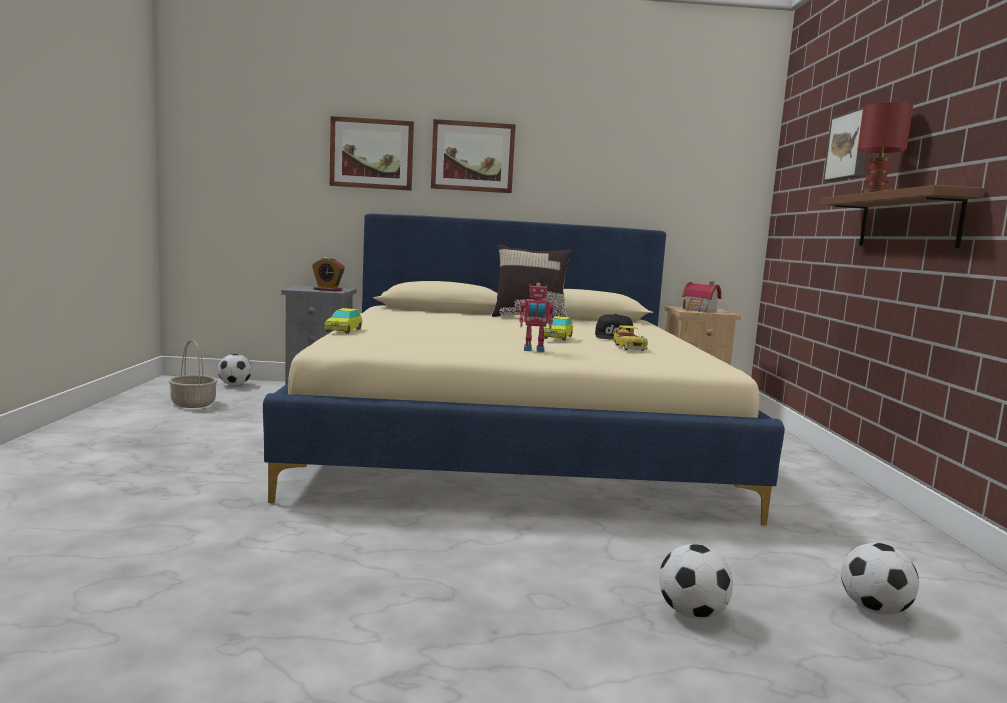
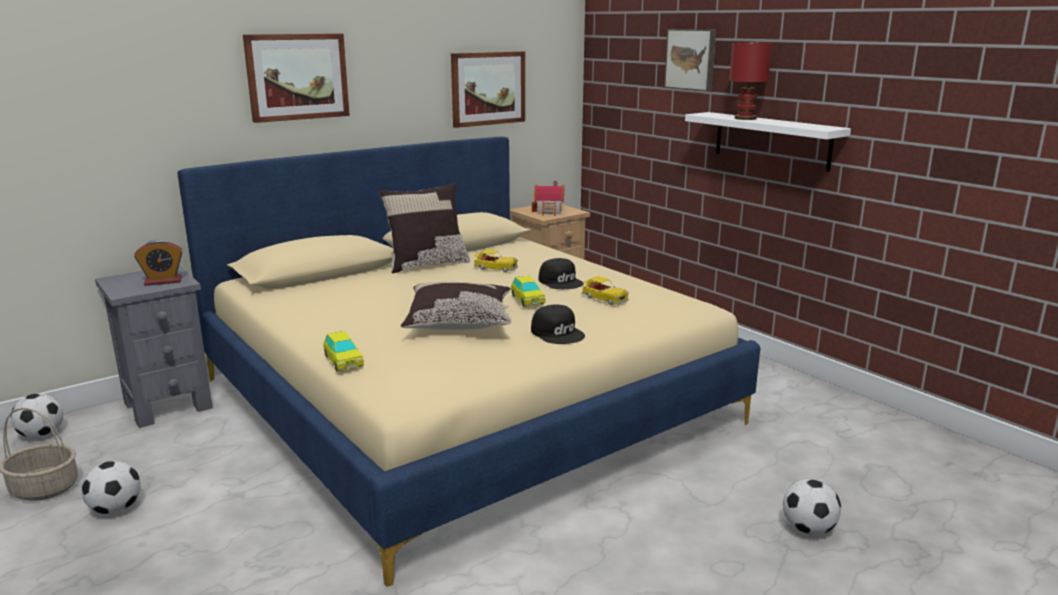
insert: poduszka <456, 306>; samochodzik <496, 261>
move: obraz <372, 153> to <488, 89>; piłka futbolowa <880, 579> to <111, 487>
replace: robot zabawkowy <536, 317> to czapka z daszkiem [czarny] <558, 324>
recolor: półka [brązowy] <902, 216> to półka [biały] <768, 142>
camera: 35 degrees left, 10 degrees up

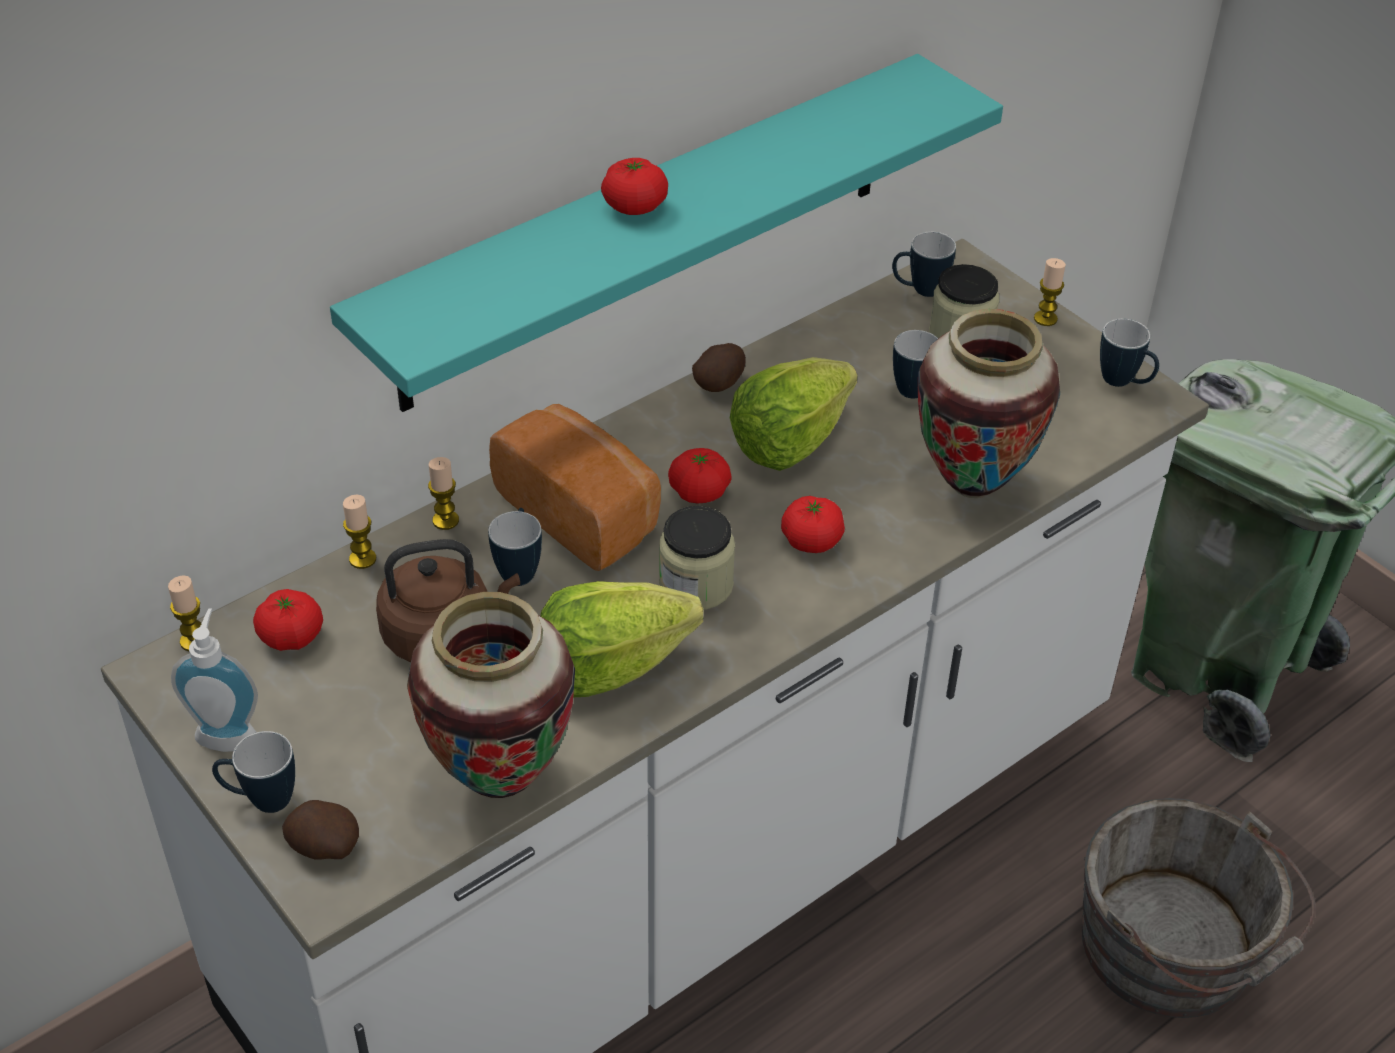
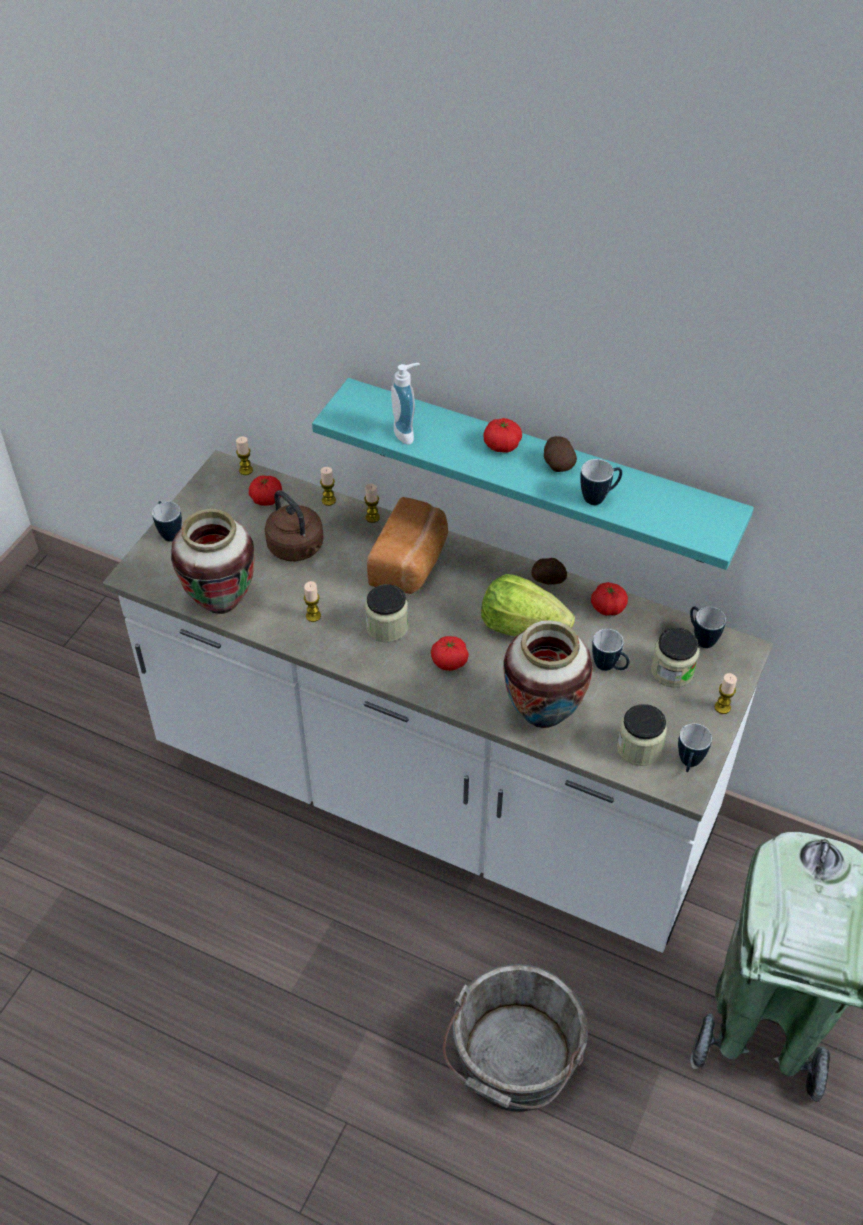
insert: słoik <642, 735>
move: dozownik mydła <214, 680> to <405, 403>; ziemniak <320, 830> to <560, 454>; kubek <515, 547> to <601, 482>; pomidor <700, 476> to <609, 599>
replace: sałata <621, 639> to świeca <312, 601>
camera: 65 degrees right, 5 degrees up

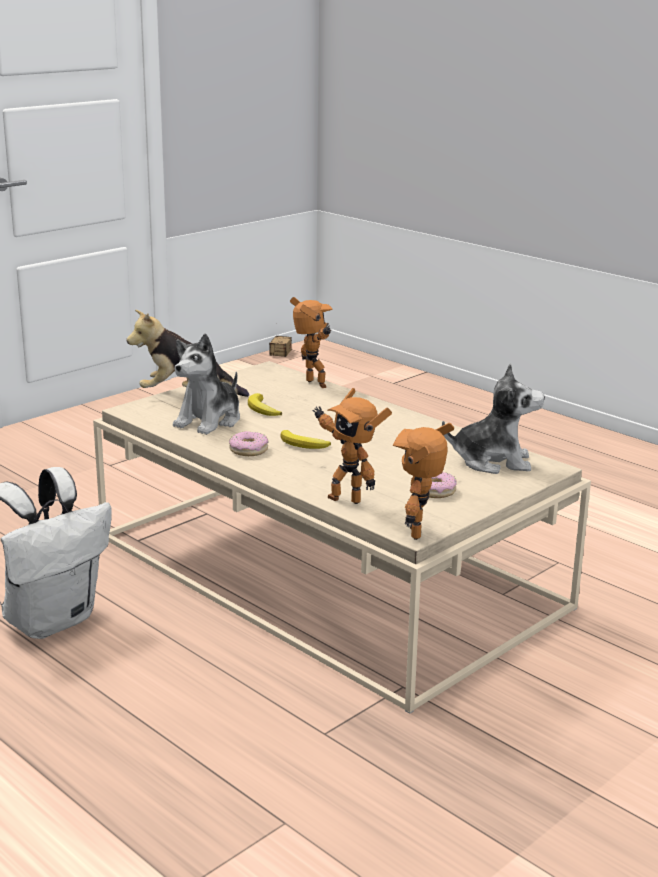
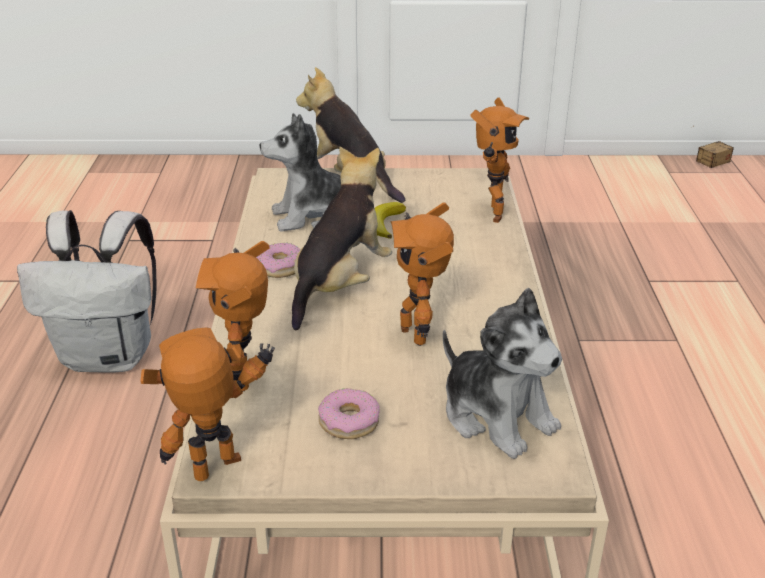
insert: robot zabawkowy <422, 274>
replace: banan <306, 439> to pluszak <342, 238>
camera: 45 degrees right, 10 degrees up

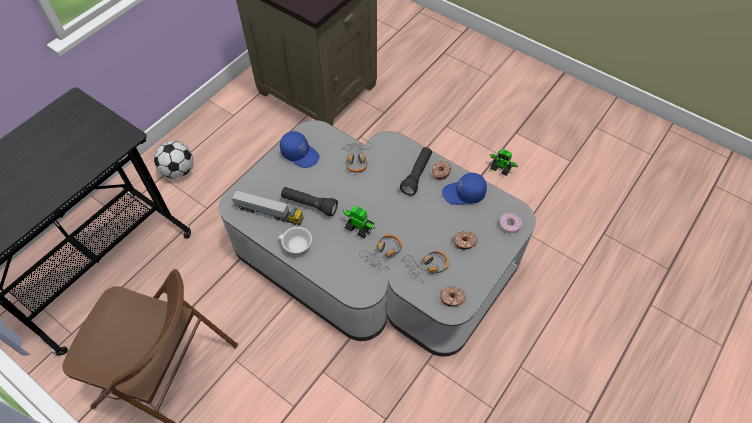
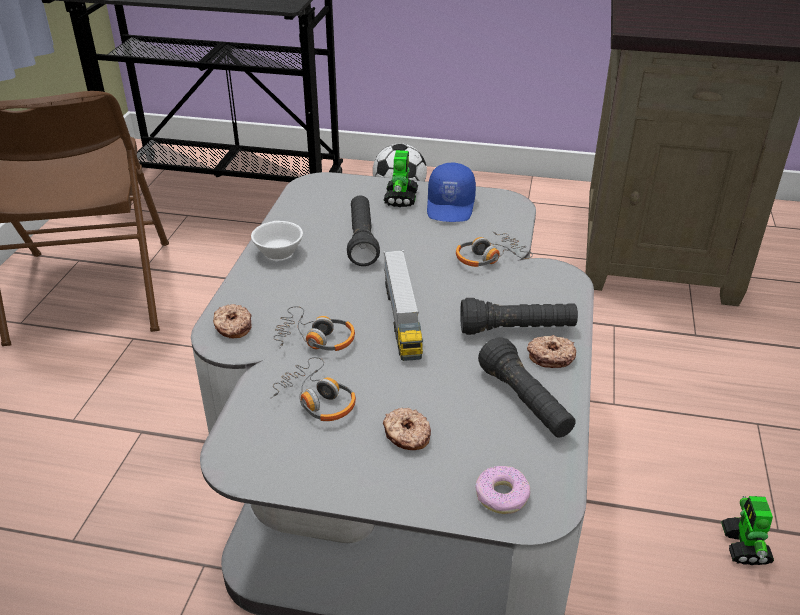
move: ciężarówka zabawkowa <267, 207> to <403, 305>; robot zabawkowy <359, 222> to <401, 178>; donut <453, 296> to <232, 321>
replace: czapka z daszkiem [niebieski] <464, 188> to latarka [czarny] <526, 387>
camera: 65 degrees right, 20 degrees down

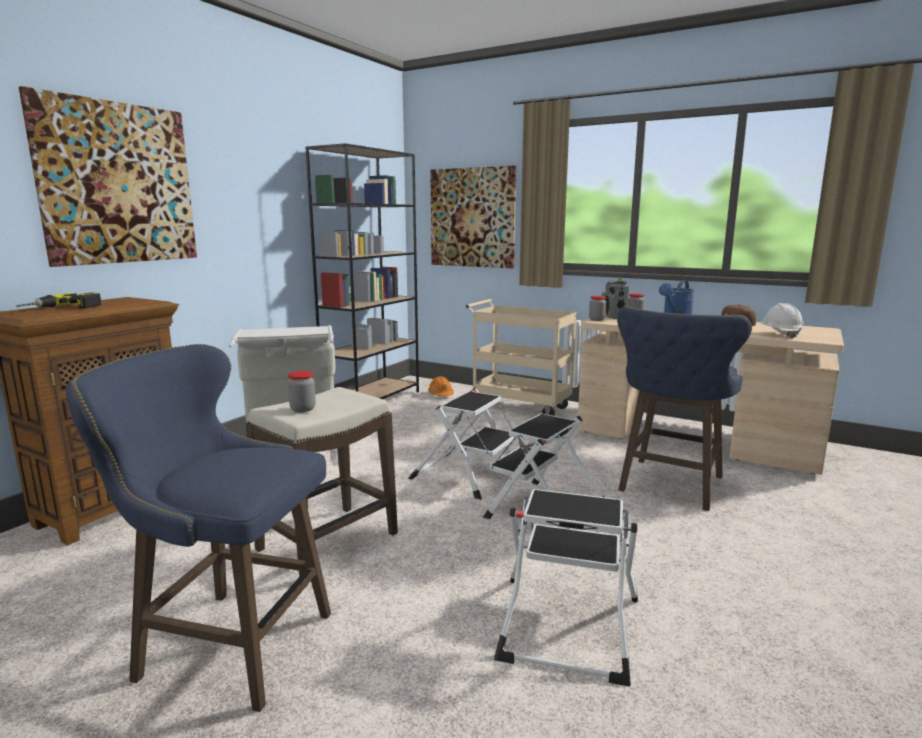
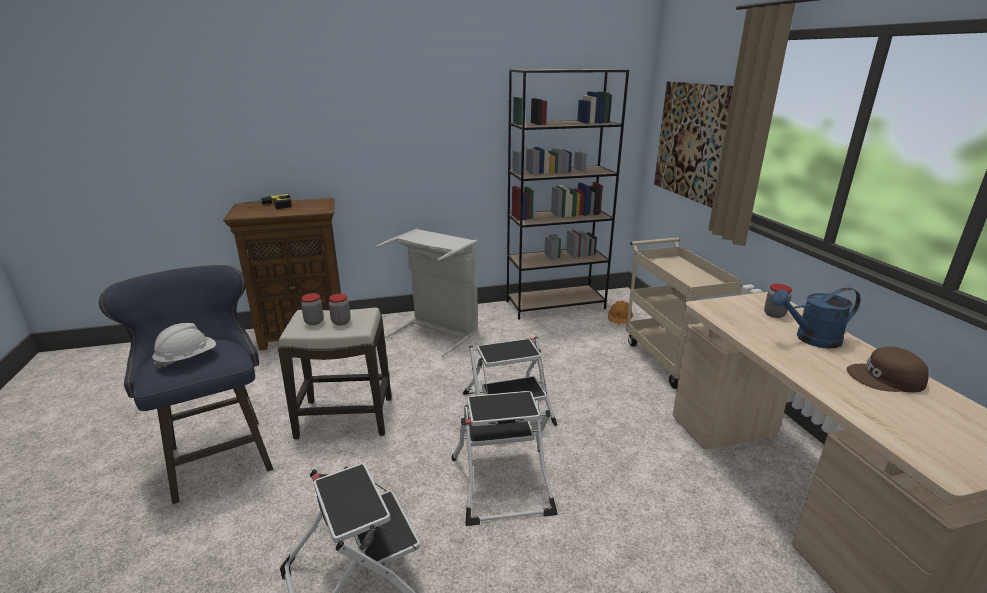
delete: obraz <108, 176>; radio <615, 298>; stołek [niebieski] <684, 408>
move: słoik <597, 308> to <340, 309>; kask [biały] <782, 321> to <184, 346>
camera: 45 degrees right, 10 degrees up

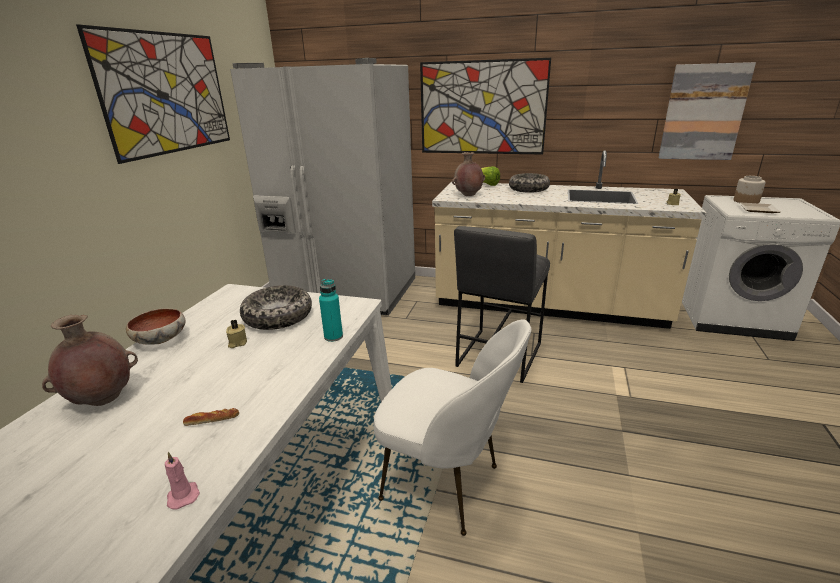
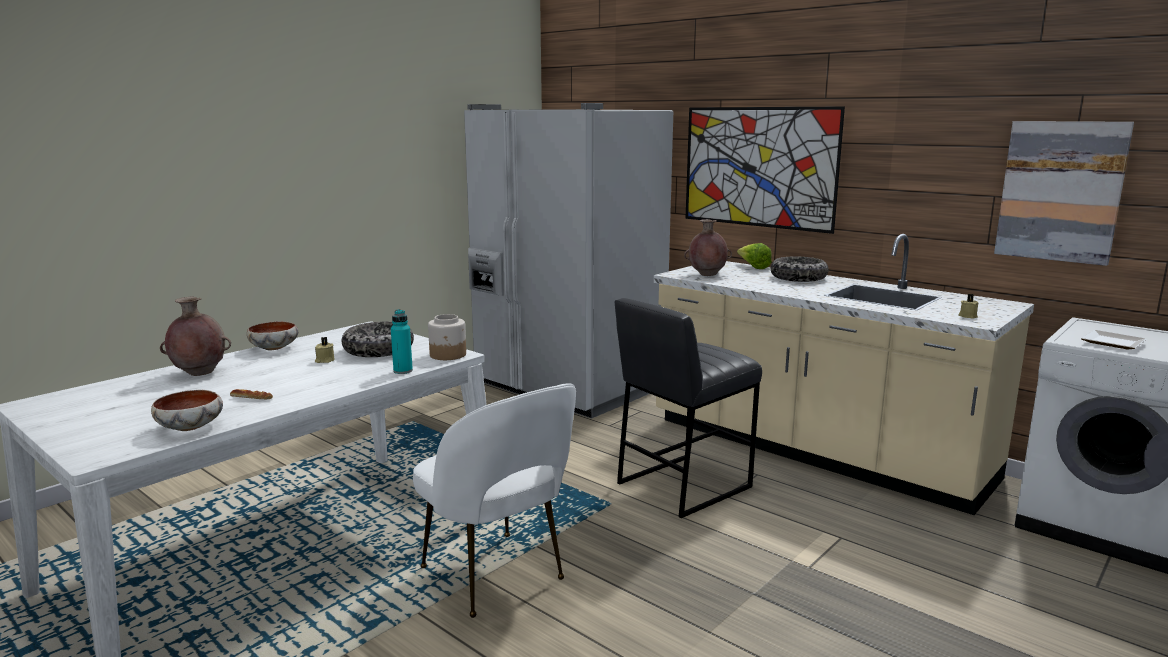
delete: obraz <153, 94>
move: słoik <750, 189> to <447, 337>
replace: świeca [różowy] <182, 480> to miska <187, 410>
camera: 25 degrees right, 10 degrees down

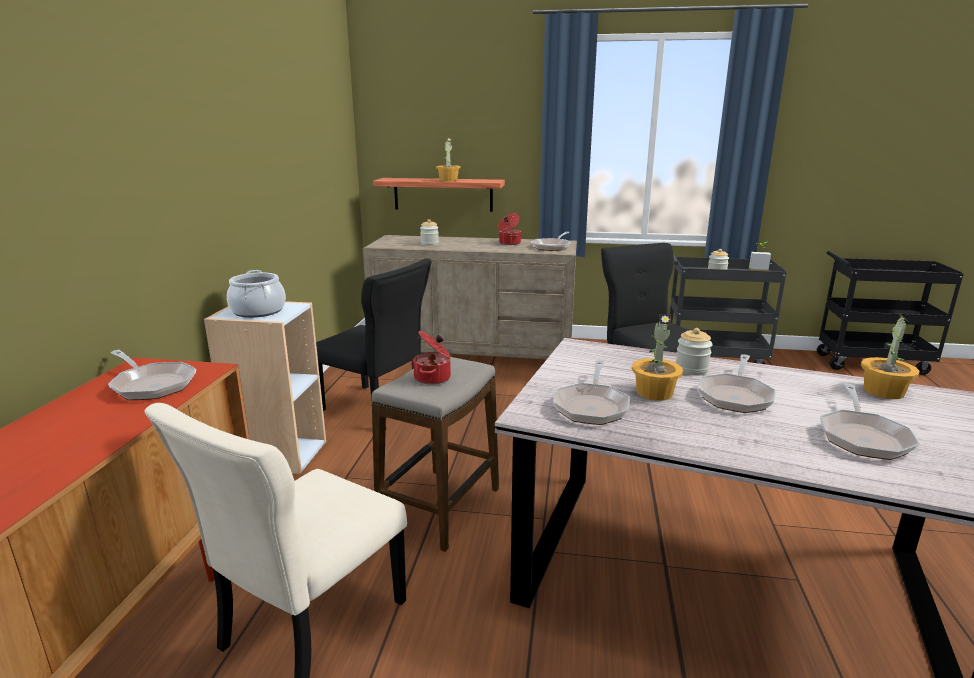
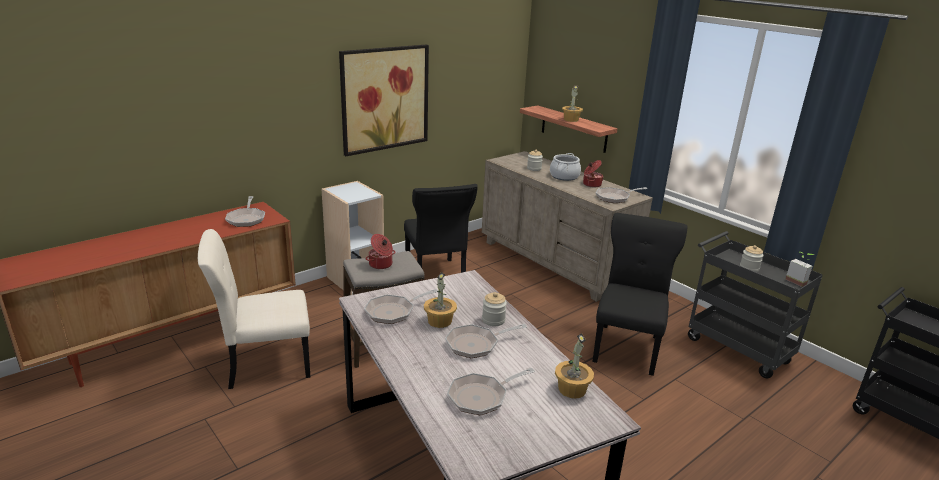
insert: obraz <384, 100>
move: garnek <256, 294> to <565, 167>
camera: 40 degrees right, 5 degrees up

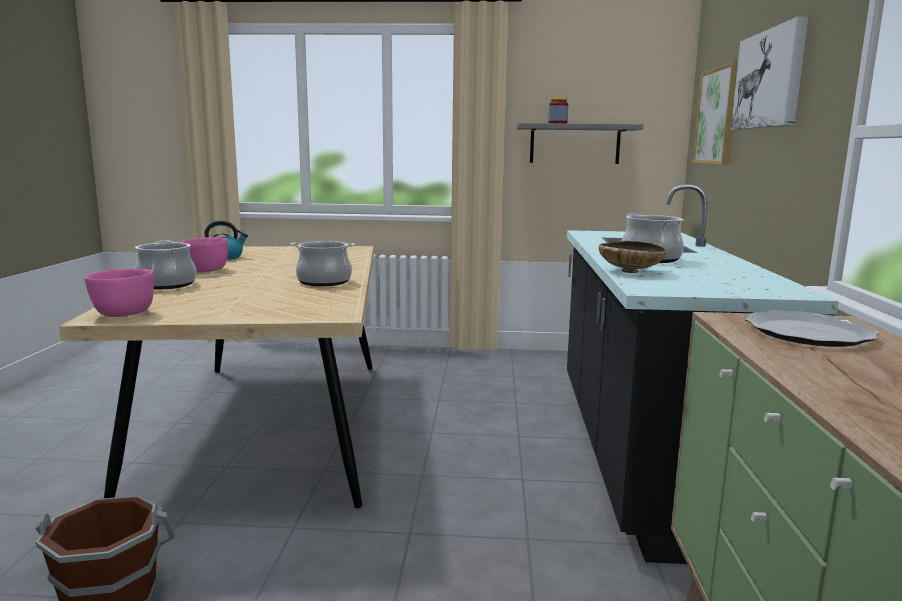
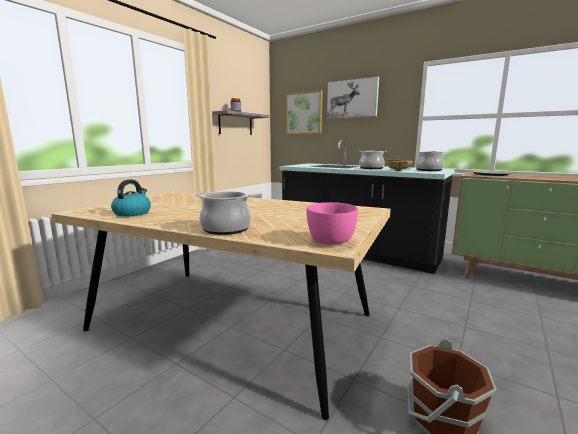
delete: miska [różowy] <204, 254>
move: garnek <323, 263> to <429, 161>
camera: 60 degrees left, 0 degrees up

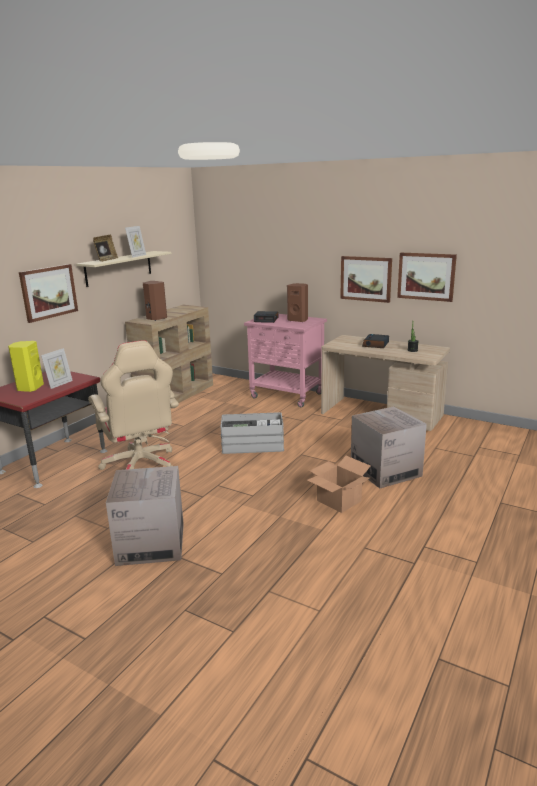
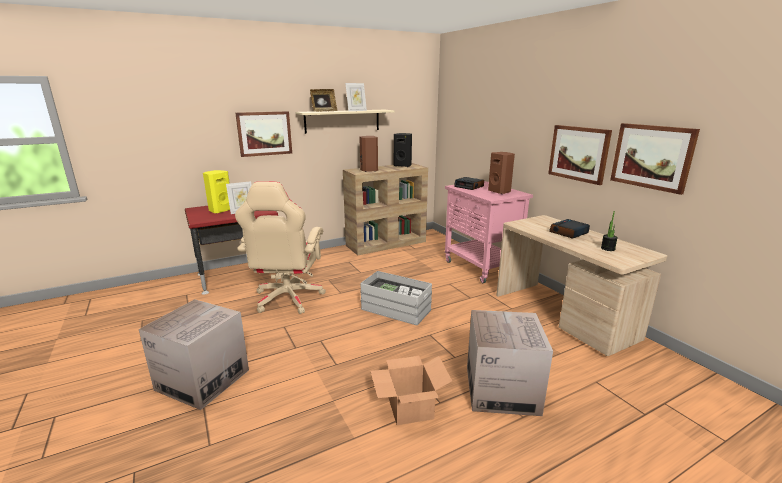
insert: głośnik [czarny] <403, 150>
camera: 30 degrees right, 0 degrees up

